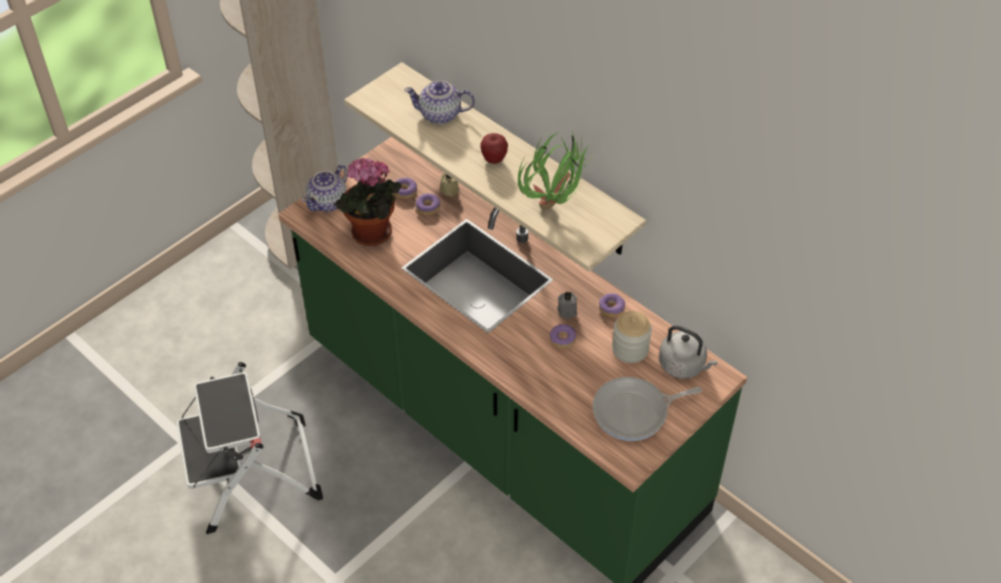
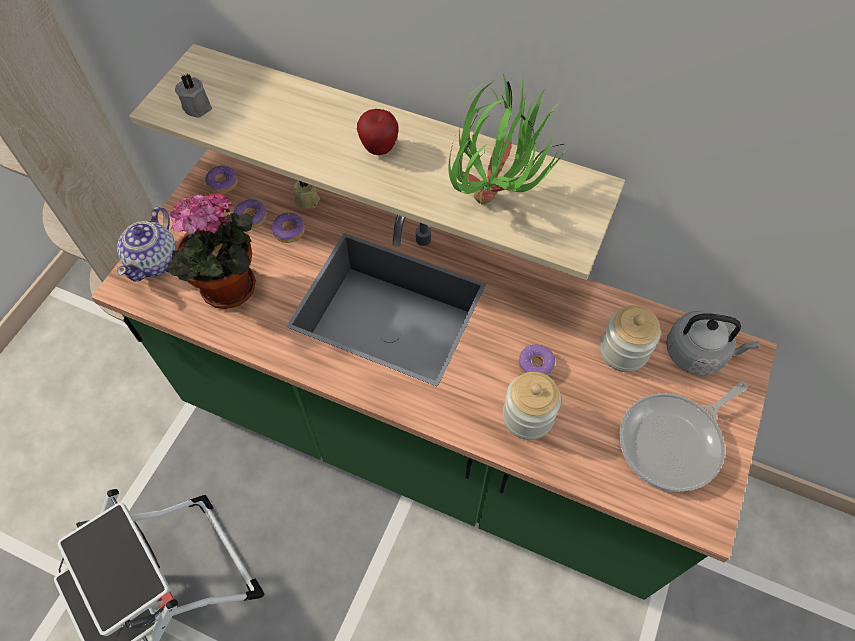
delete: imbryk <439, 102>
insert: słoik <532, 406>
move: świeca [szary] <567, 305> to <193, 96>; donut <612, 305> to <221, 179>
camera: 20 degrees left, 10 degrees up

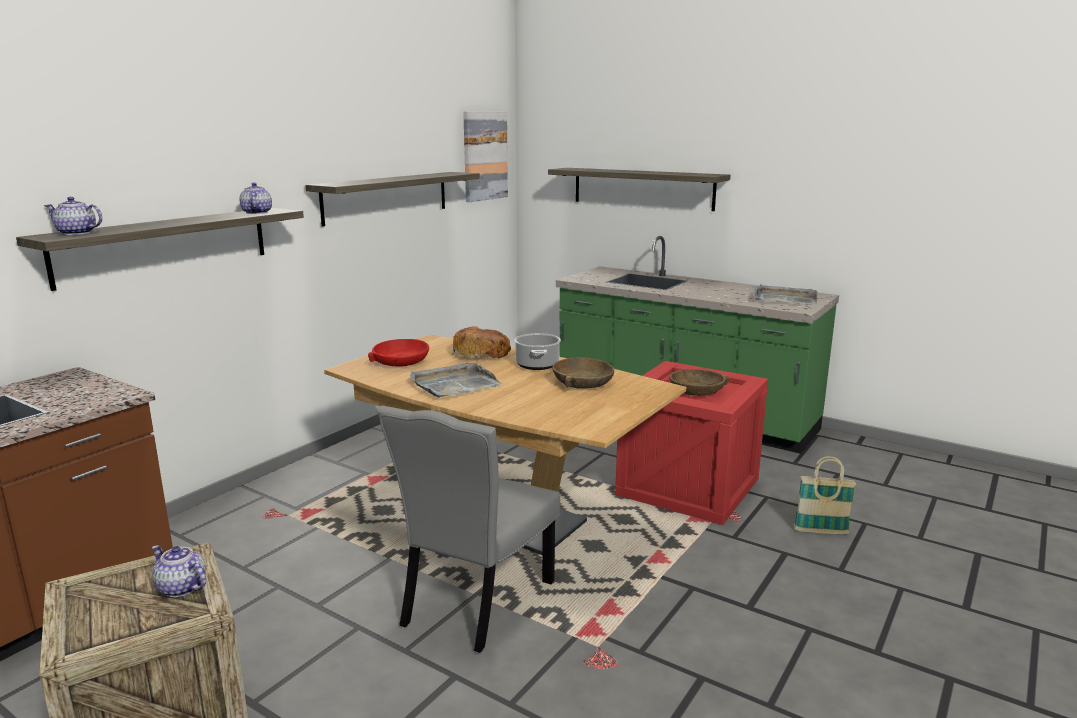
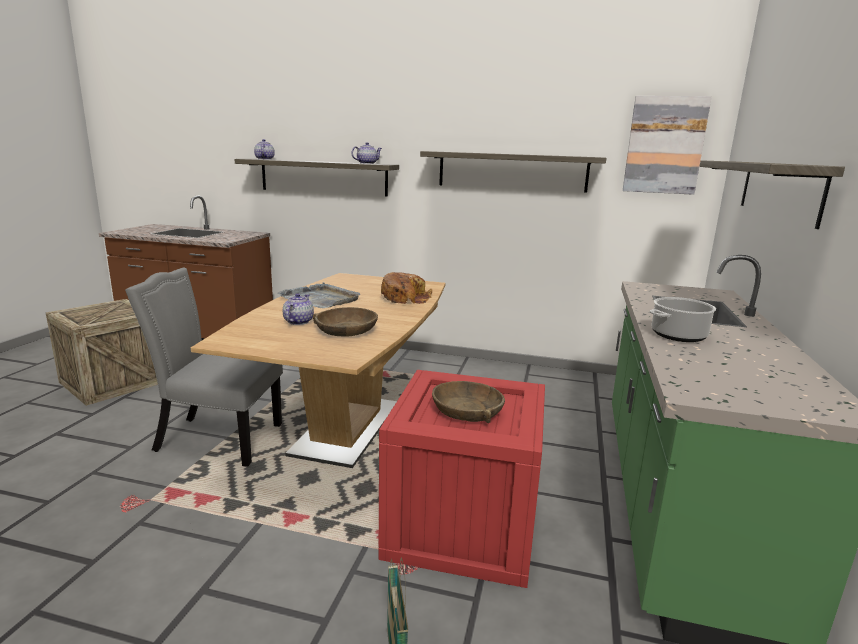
delete: miska [czerwony] <398, 353>; taca [szary] <785, 294>
move: imbryk <179, 571> to <298, 309>; garnek <537, 351> to <683, 319>
camera: 70 degrees right, 0 degrees up

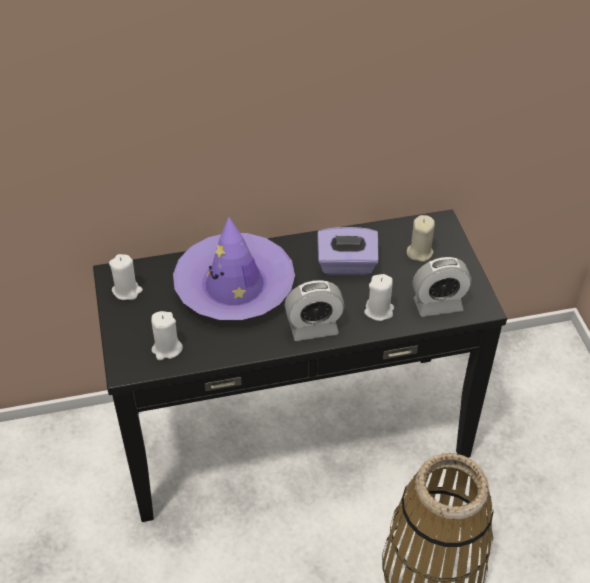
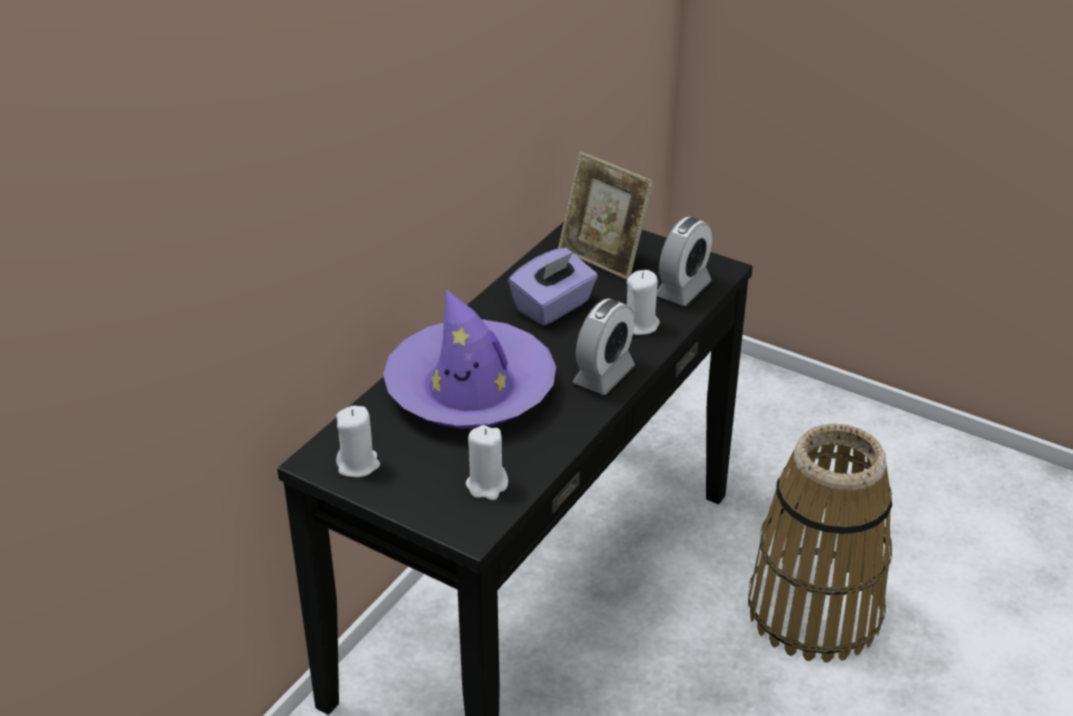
replace: świeca [beżowy] <421, 238> to ramka na zdjęcie <606, 216>
camera: 45 degrees left, 10 degrees down

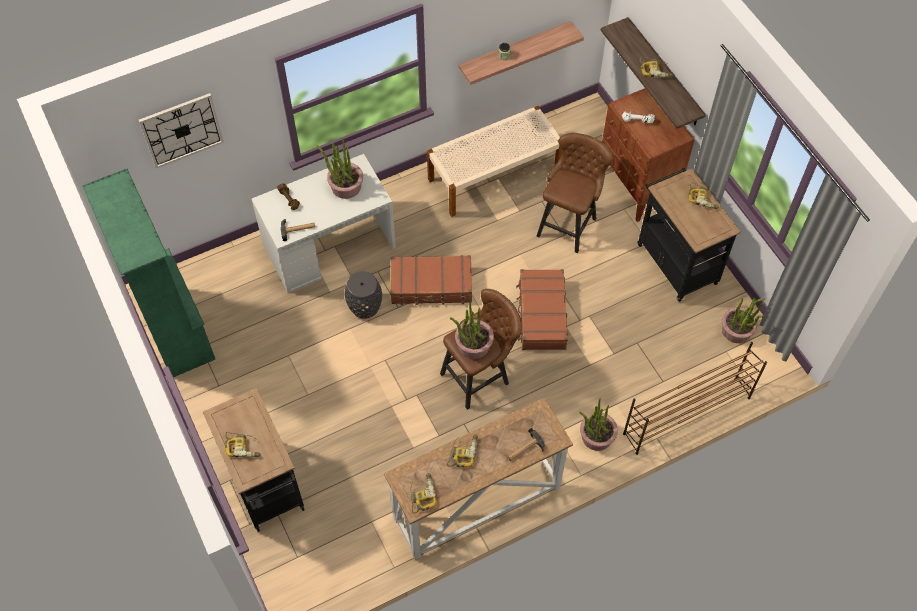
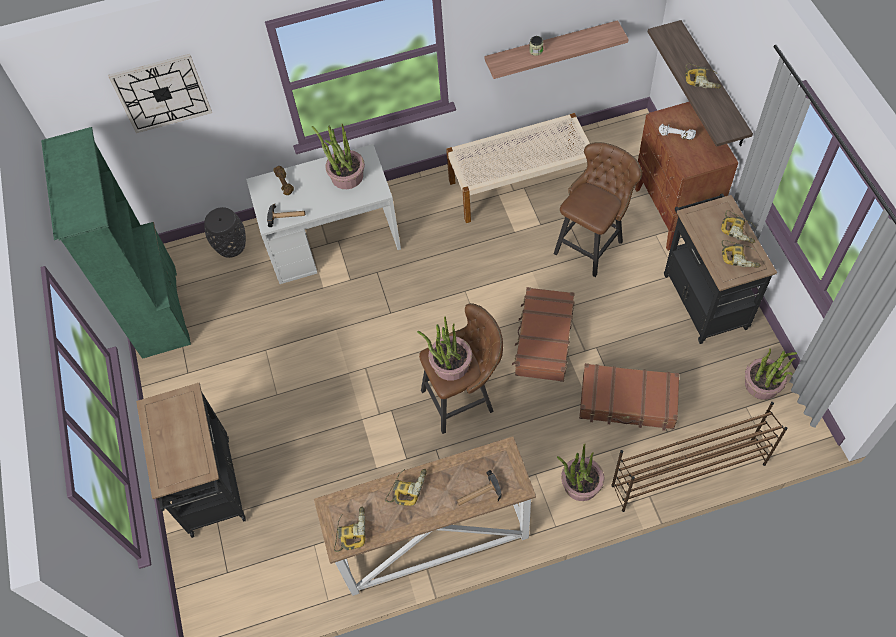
move: wiertarka <243, 445> to <741, 254>; stołek [szary] <363, 295> to <225, 232>; walizka [brązowy] <431, 280> to <629, 397>
camera: 15 degrees right, 0 degrees up

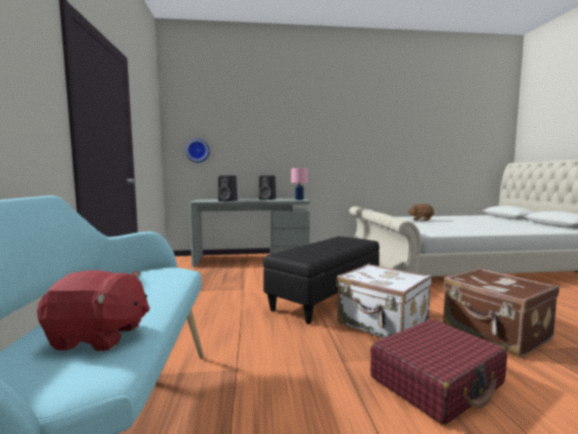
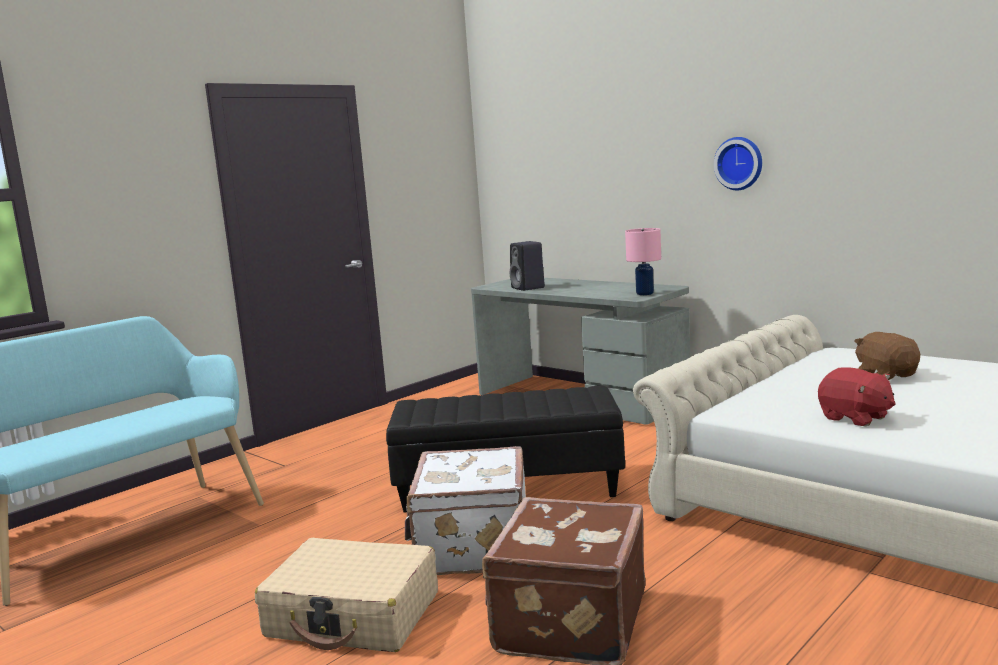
delete: głośnik [czarny] <267, 187>
move: pluszak [czerwony] <93, 310> to <857, 397>; zegar ścienny <197, 151> to <738, 163>
recolor: walizka [czerwony] <438, 372> to walizka [beżowy] <346, 595>
camera: 50 degrees right, 5 degrees up

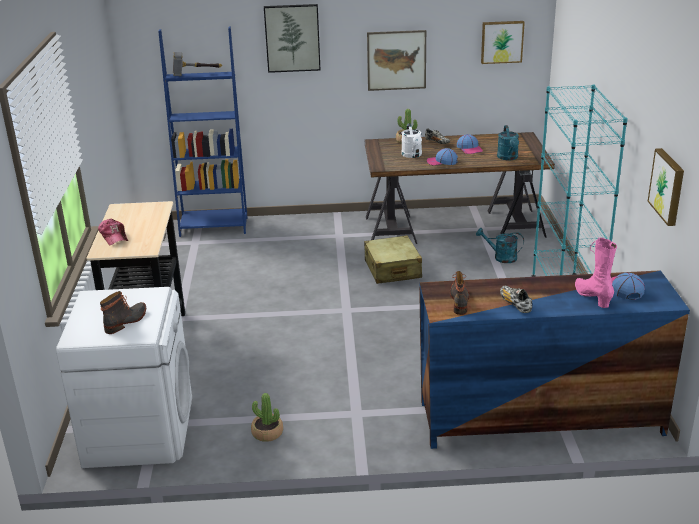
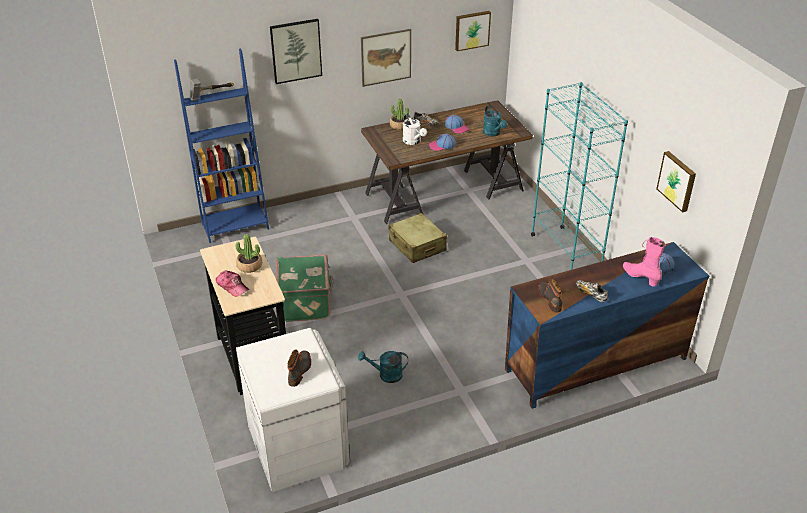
insert: walizka [zielony] <304, 288>
move: roślina doniczkowa <267, 417> to <249, 253>; konewka [turkusowy] <500, 245> to <383, 367>
camera: 20 degrees left, 10 degrees up

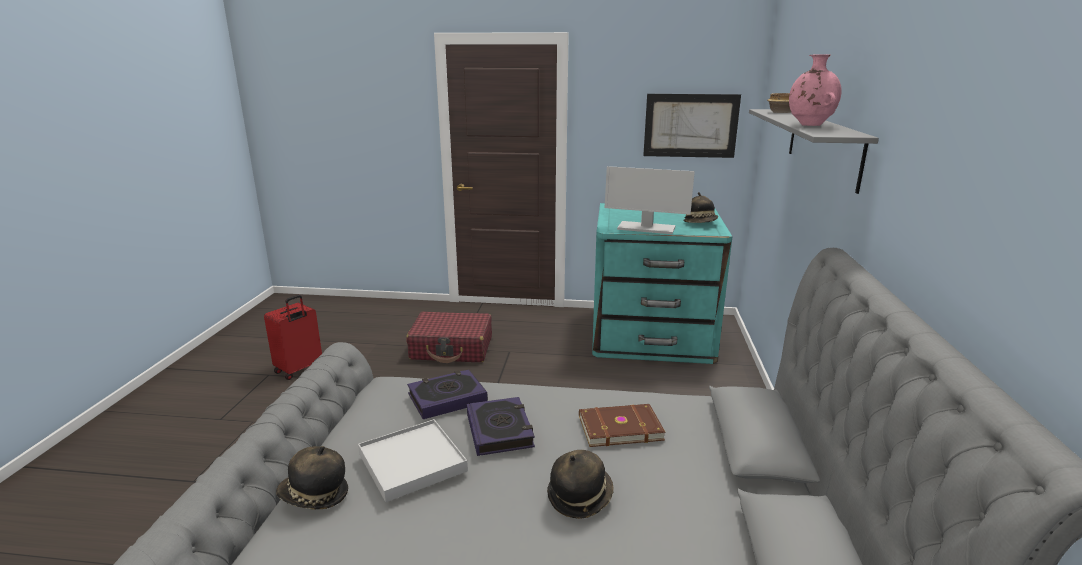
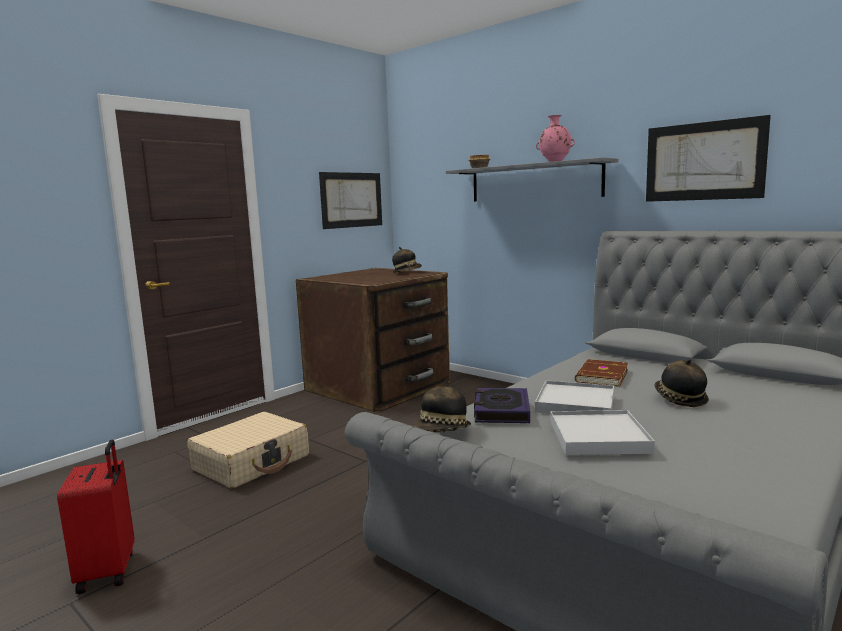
delete: monitor <650, 200>
insert: obraz <708, 158>
move: kapelusz <312, 478> to <443, 406>
replace: książka <501, 426> to taca [biały] <574, 397>
recolor: walizka [czerwony] <449, 337> to walizka [beżowy] <248, 450>; komoda [turkusowy] <662, 283> to komoda [brązowy] <373, 340>
camera: 55 degrees left, 10 degrees down

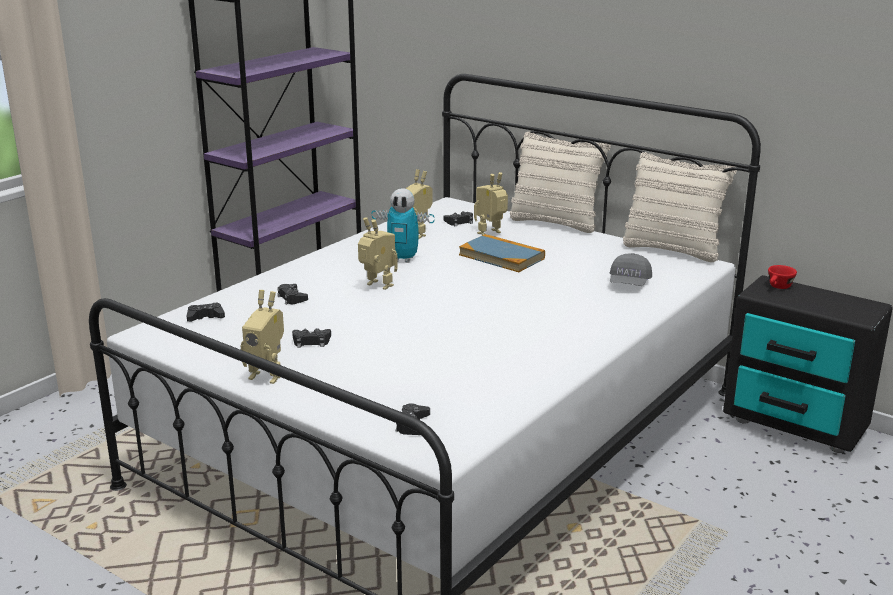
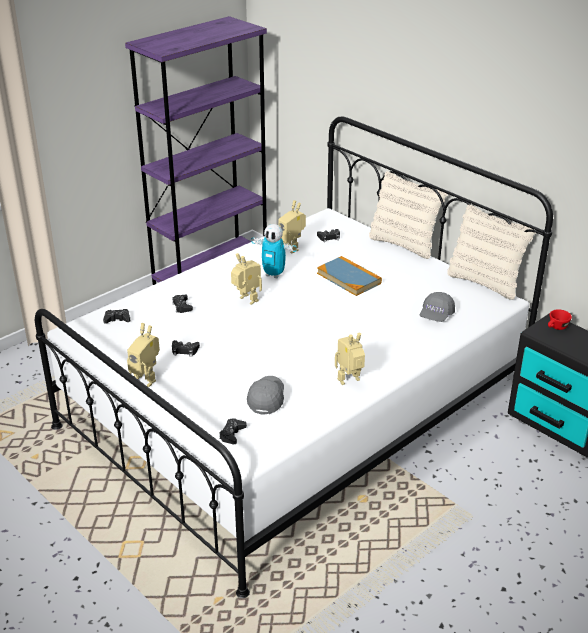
insert: czapka z daszkiem [szary] <265, 395>
move: robot zabawkowy <491, 203> to <350, 359>
camera: 10 degrees right, 10 degrees up

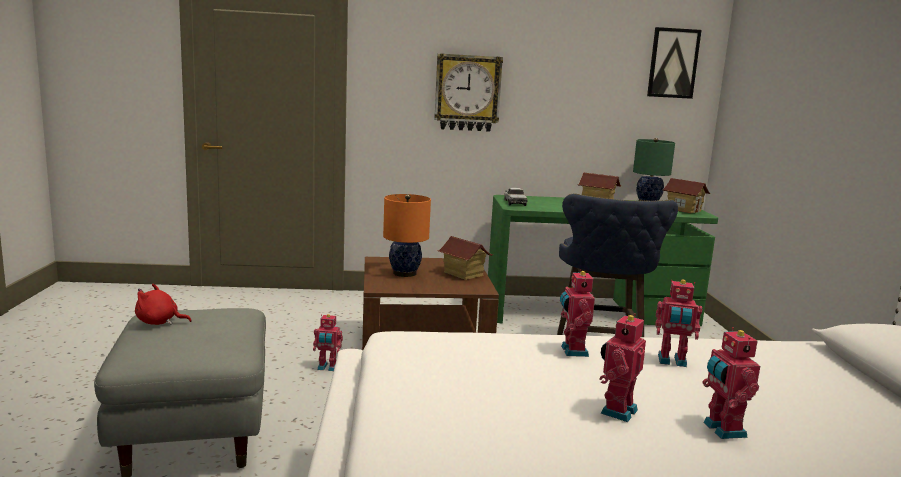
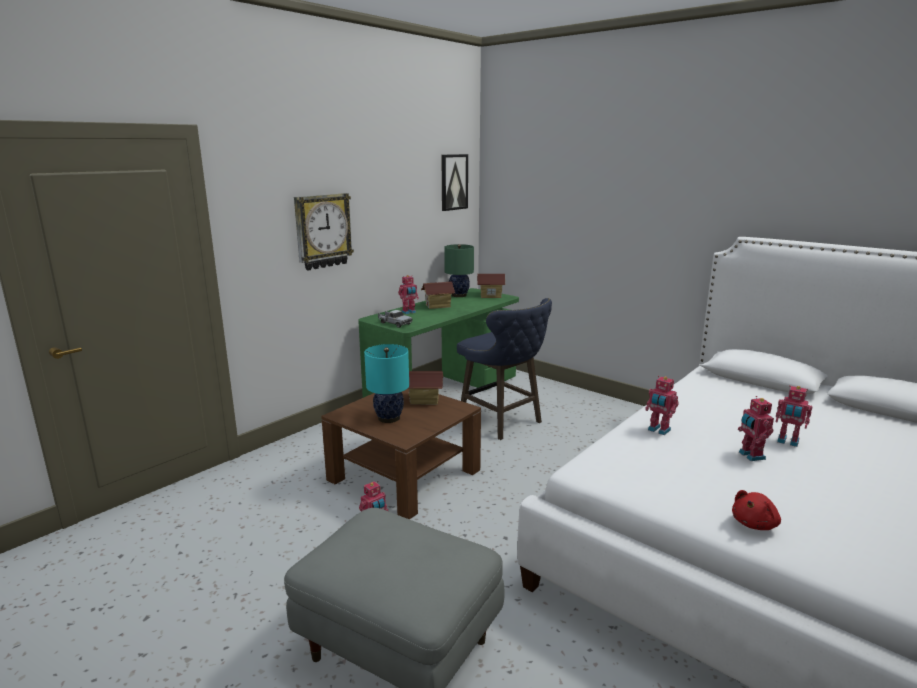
move: pluszak [czerwony] <163, 304> to <756, 510>; robot zabawkowy <678, 323> to <408, 294>
recolor: lampa stołowa [pomarańczowy] <407, 235> to lampa stołowa [turkusowy] <386, 383>
camera: 45 degrees left, 5 degrees up

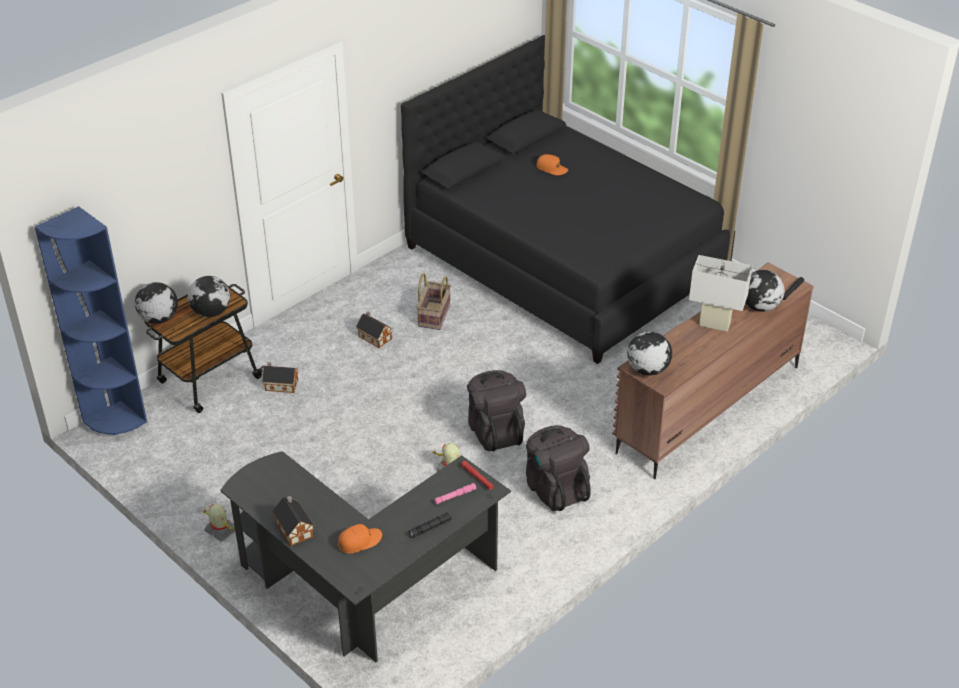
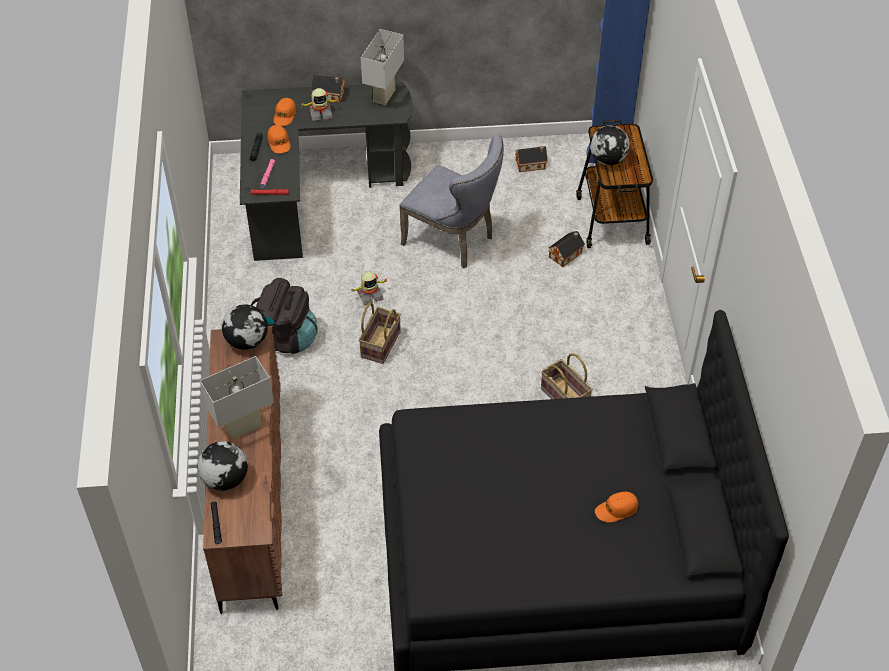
delete: globus <156, 303>
insert: czapka z daszkiem [pomarańczowy] <279, 139>; lampa stołowa [biały] <382, 67>; krzesło [szary] <451, 201>
move: robot zabawkowy <218, 523> to <319, 104>; domek <374, 330> to <531, 159>
replace: plecak [czarny] <496, 410> to koszyk <380, 333>
camera: 130 degrees right, 10 degrees up

